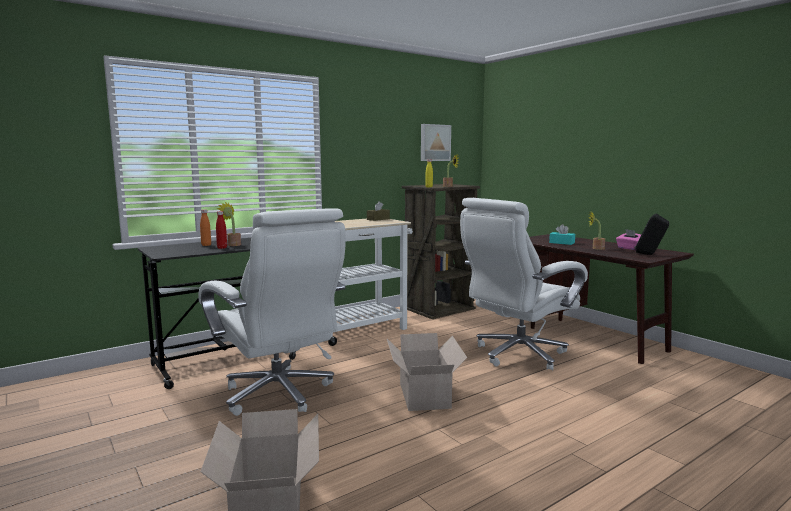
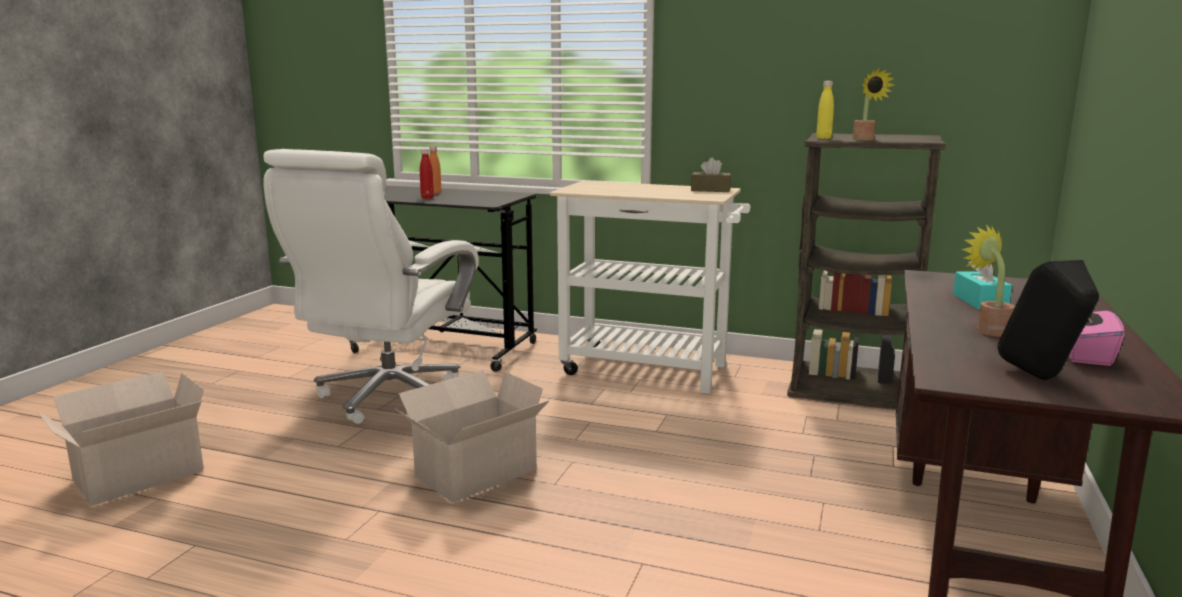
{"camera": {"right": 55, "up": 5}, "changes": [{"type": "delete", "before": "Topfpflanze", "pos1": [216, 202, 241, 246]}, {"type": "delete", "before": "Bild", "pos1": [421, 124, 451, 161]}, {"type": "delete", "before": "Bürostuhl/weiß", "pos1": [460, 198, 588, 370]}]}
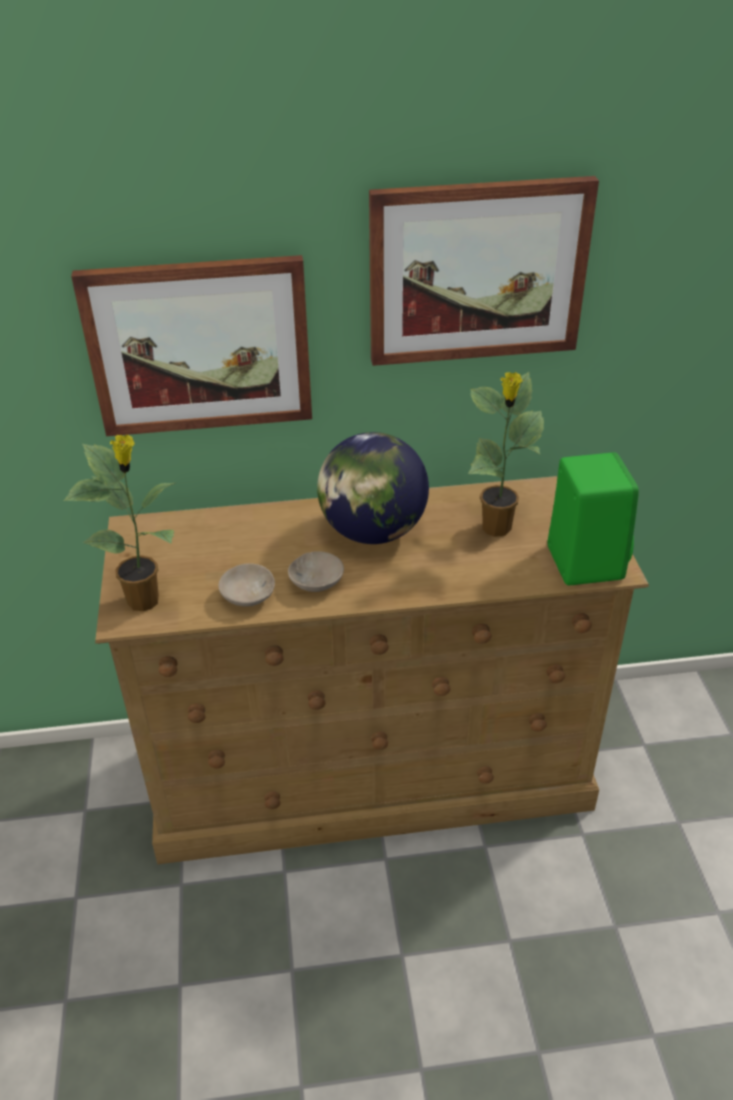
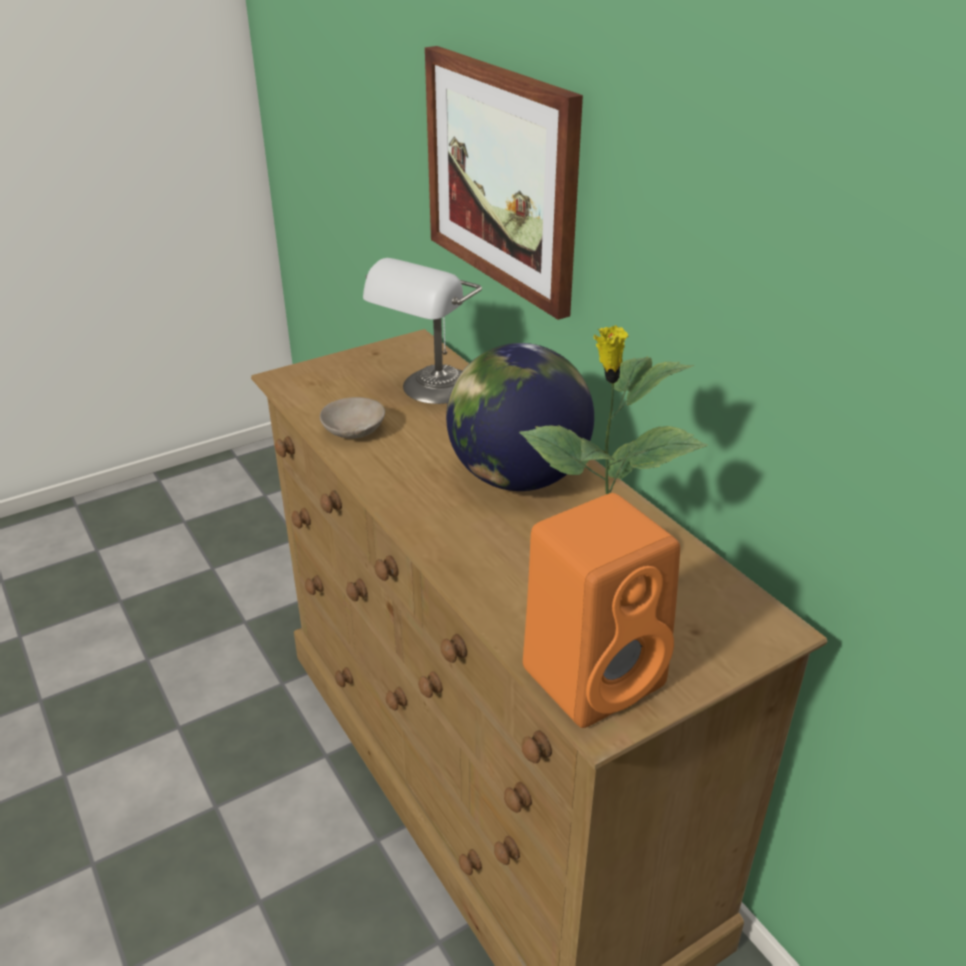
{"camera": {"right": 65, "up": -5}, "changes": [{"type": "delete", "before": "Topfpflanze", "pos1": [63, 435, 177, 611]}, {"type": "delete", "before": "Schüssel/beige", "pos1": [288, 551, 344, 592]}, {"type": "delete", "before": "Bild", "pos1": [369, 176, 599, 366]}, {"type": "recolor", "before": "Lautsprecher/grün", "after": "Lautsprecher/orange", "pos1": [547, 452, 639, 585], "pos2": [523, 493, 680, 728]}, {"type": "insert", "after": "Tischlampe/weiß", "pos2": [363, 258, 482, 404]}]}
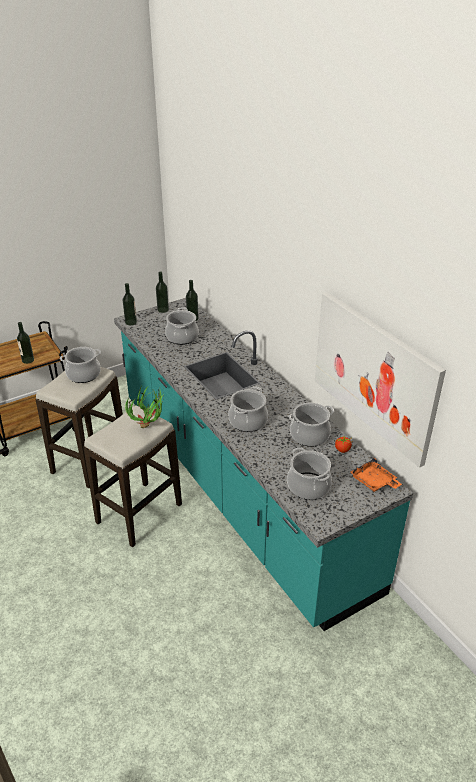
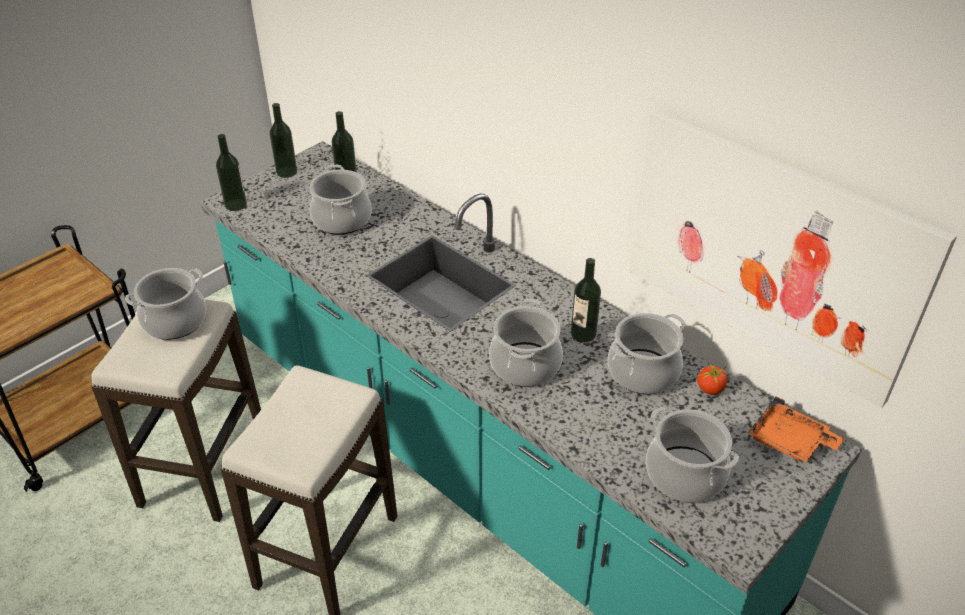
{"camera": {"right": -15, "up": 5}, "changes": [{"type": "move", "before": "Flasche", "pos1": [17, 322, 34, 364], "pos2": [571, 258, 601, 342]}, {"type": "delete", "before": "Topfpflanze", "pos1": [125, 386, 164, 428]}]}
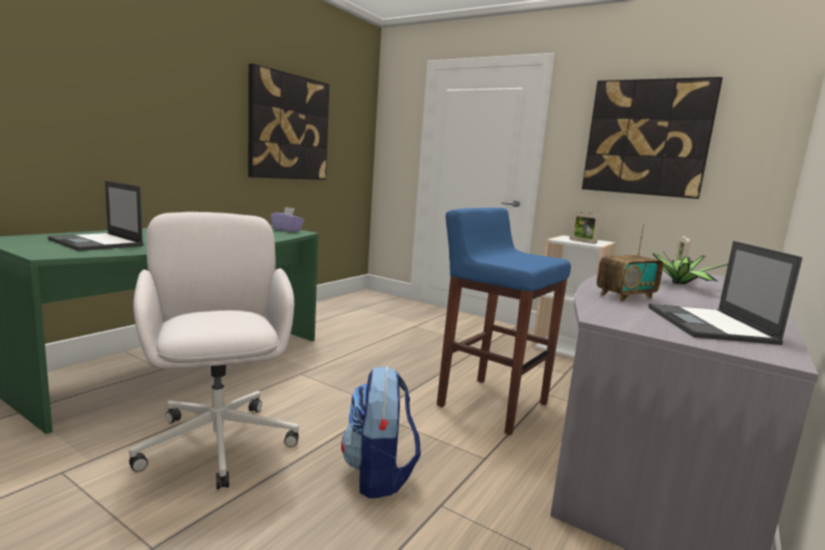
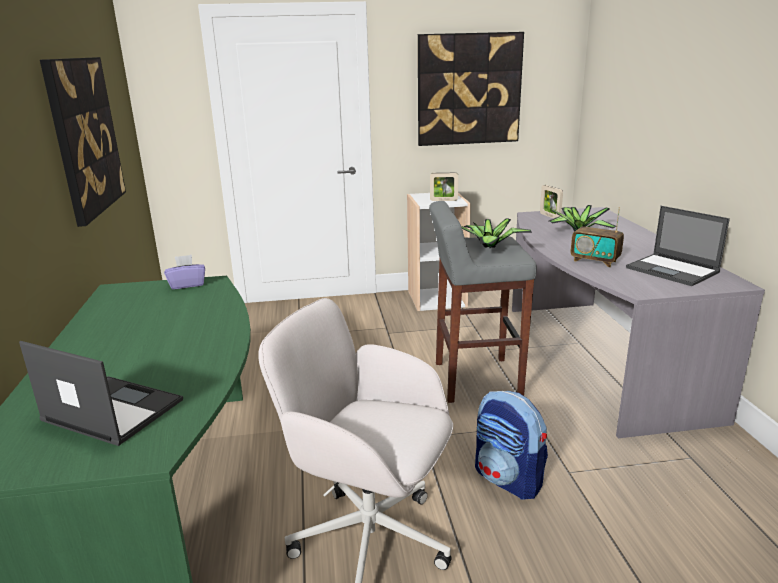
{"camera": {"right": -40, "up": 10}, "changes": [{"type": "rotate", "before": "Laptop", "pos1": [48, 181, 144, 251], "pos2": [19, 341, 183, 446], "turn": -150}, {"type": "recolor", "before": "Hocker/blau", "after": "Hocker/grau", "pos1": [437, 208, 571, 435], "pos2": [429, 201, 537, 403]}, {"type": "rotate", "before": "Radio", "pos1": [597, 224, 663, 301], "pos2": [571, 207, 624, 267], "turn": 105}, {"type": "insert", "after": "Topfpflanze", "pos2": [461, 218, 532, 248]}]}
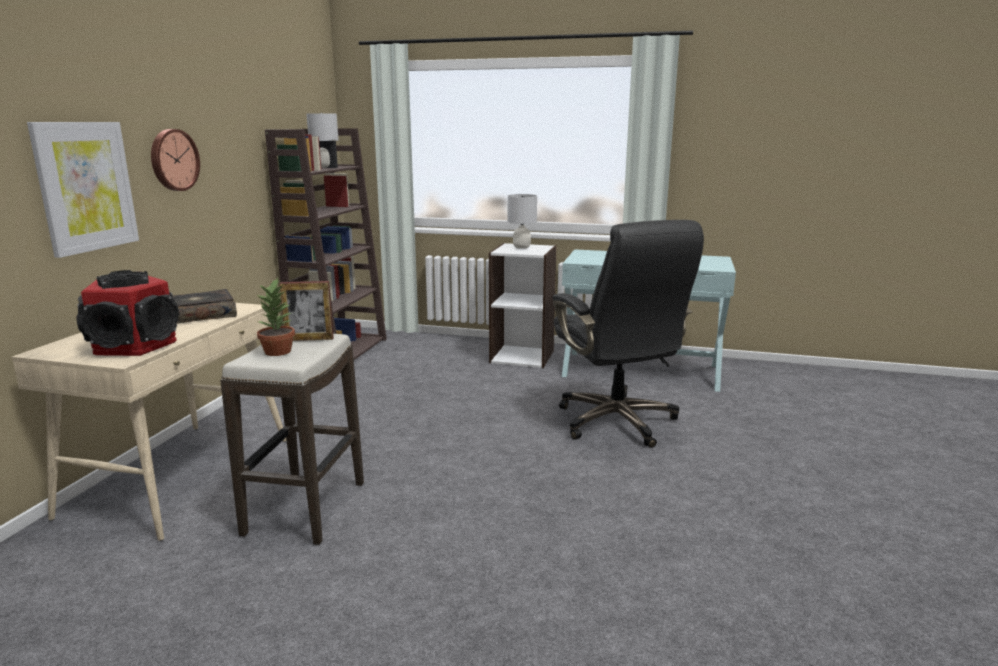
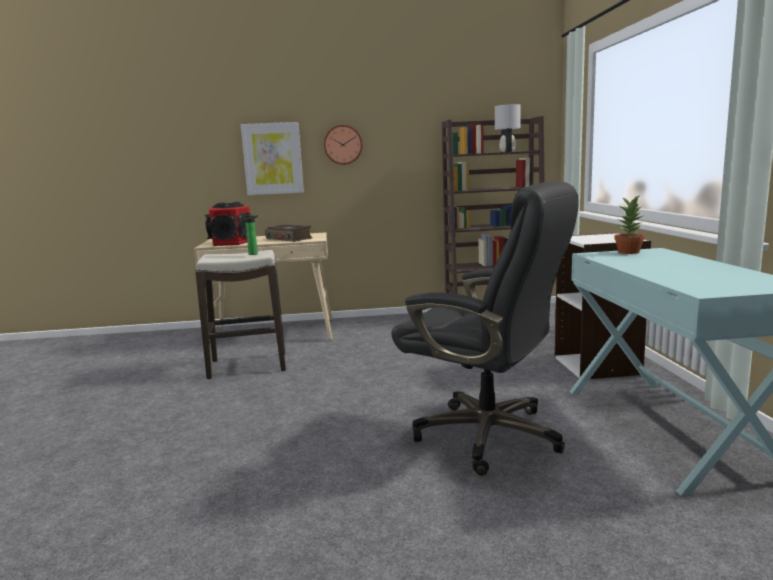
{"camera": {"right": 70, "up": -5}, "changes": [{"type": "move", "before": "Topfpflanze", "pos1": [256, 278, 295, 356], "pos2": [614, 195, 645, 254]}, {"type": "replace", "before": "Bilderrahmen", "after": "Flasche", "pos1": [280, 281, 334, 341], "pos2": [245, 215, 258, 255]}, {"type": "delete", "before": "Tischlampe/grau", "pos1": [508, 194, 537, 249]}, {"type": "rotate", "before": "Bürostuhl/schwarz", "pos1": [553, 220, 704, 448], "pos2": [391, 181, 579, 476], "turn": -105}]}
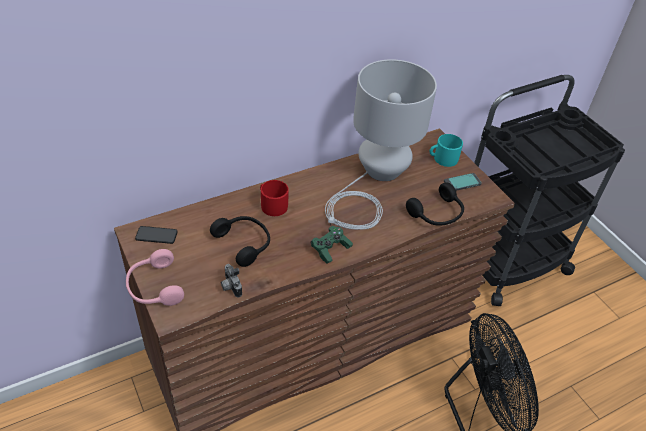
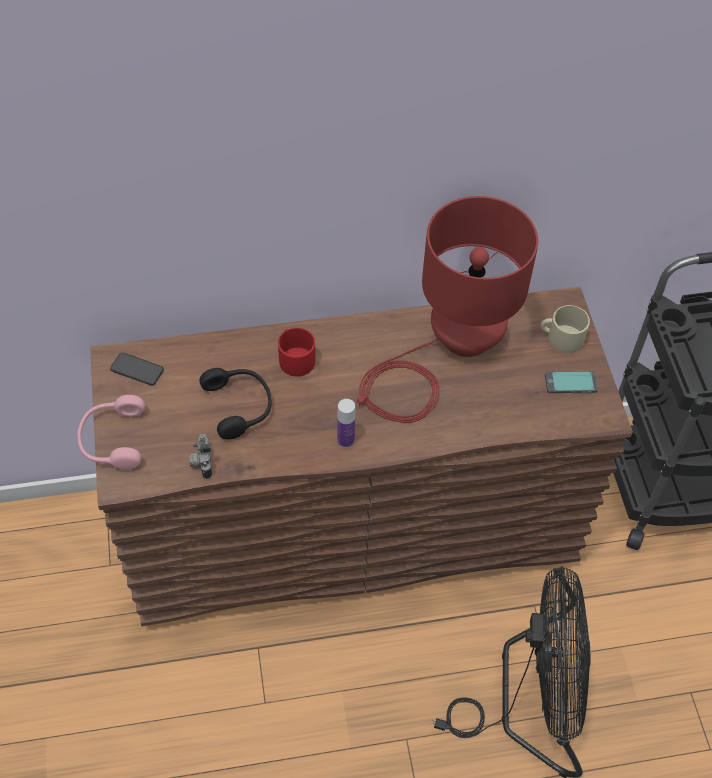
{"camera": {"right": 20, "up": 10}, "changes": [{"type": "replace", "before": "Gamepad/grün", "after": "Flasche", "pos1": [311, 226, 353, 264], "pos2": [337, 399, 355, 448]}, {"type": "recolor", "before": "Tischlampe/grau", "after": "Tischlampe/rot", "pos1": [325, 59, 437, 230], "pos2": [357, 196, 538, 423]}, {"type": "delete", "before": "Kopfhörer/schwarz", "pos1": [406, 182, 464, 226]}, {"type": "recolor", "before": "Henkelbecher/türkis", "after": "Henkelbecher/beige", "pos1": [429, 134, 463, 167], "pos2": [541, 305, 590, 353]}]}
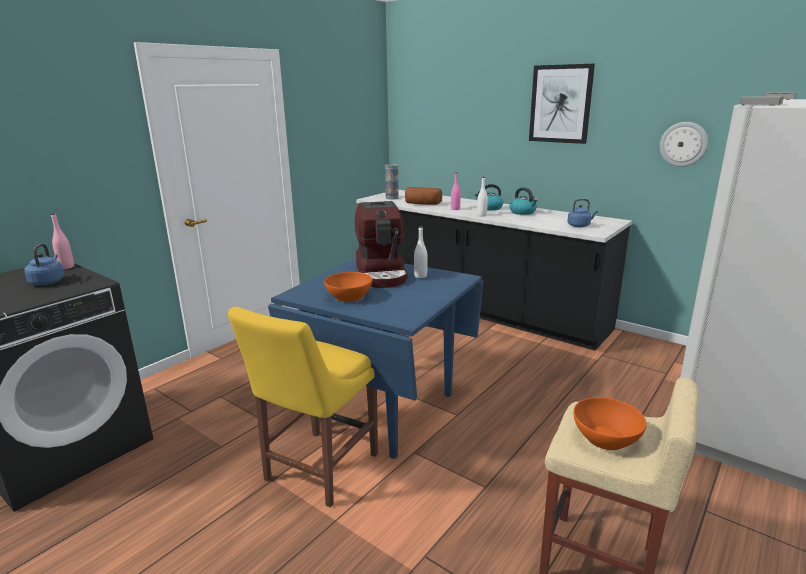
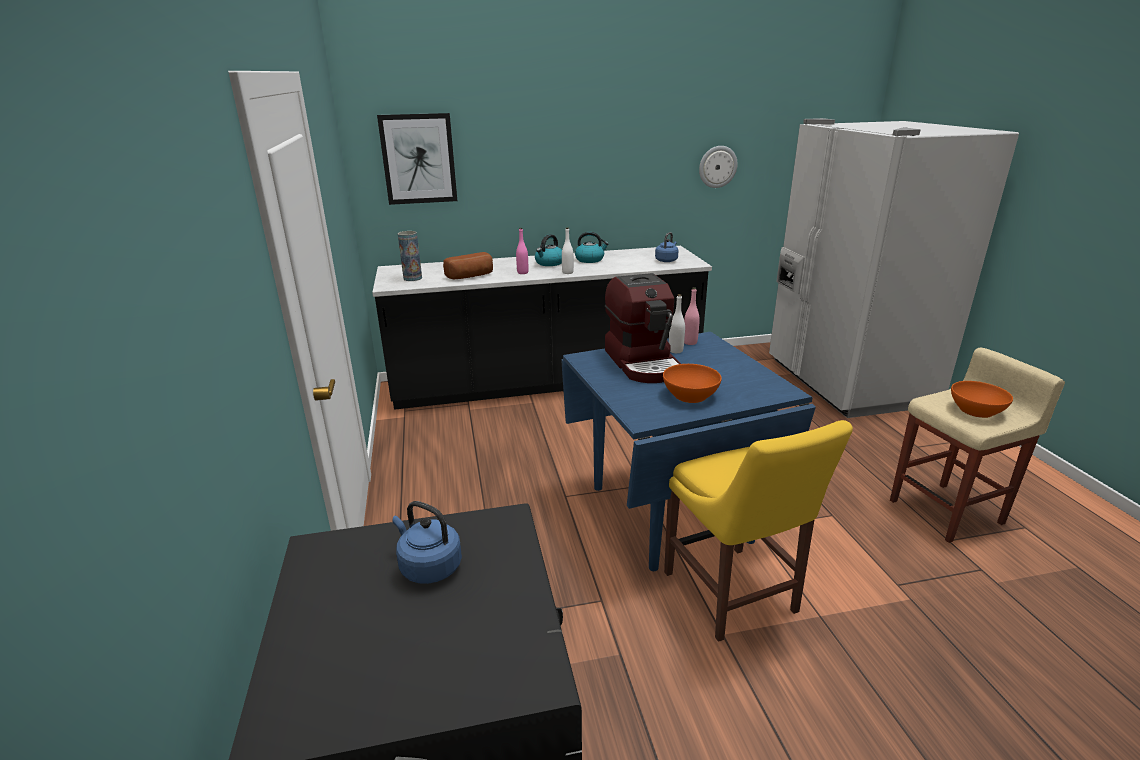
{"camera": {"right": -50, "up": 5}, "changes": [{"type": "move", "before": "Flasche/rosa", "pos1": [51, 213, 74, 269], "pos2": [684, 287, 700, 345]}, {"type": "rotate", "before": "Kaffeemaschine", "pos1": [355, 201, 408, 288], "pos2": [605, 273, 681, 383], "turn": 45}, {"type": "move", "before": "Bild", "pos1": [529, 64, 595, 144], "pos2": [377, 113, 457, 205]}]}
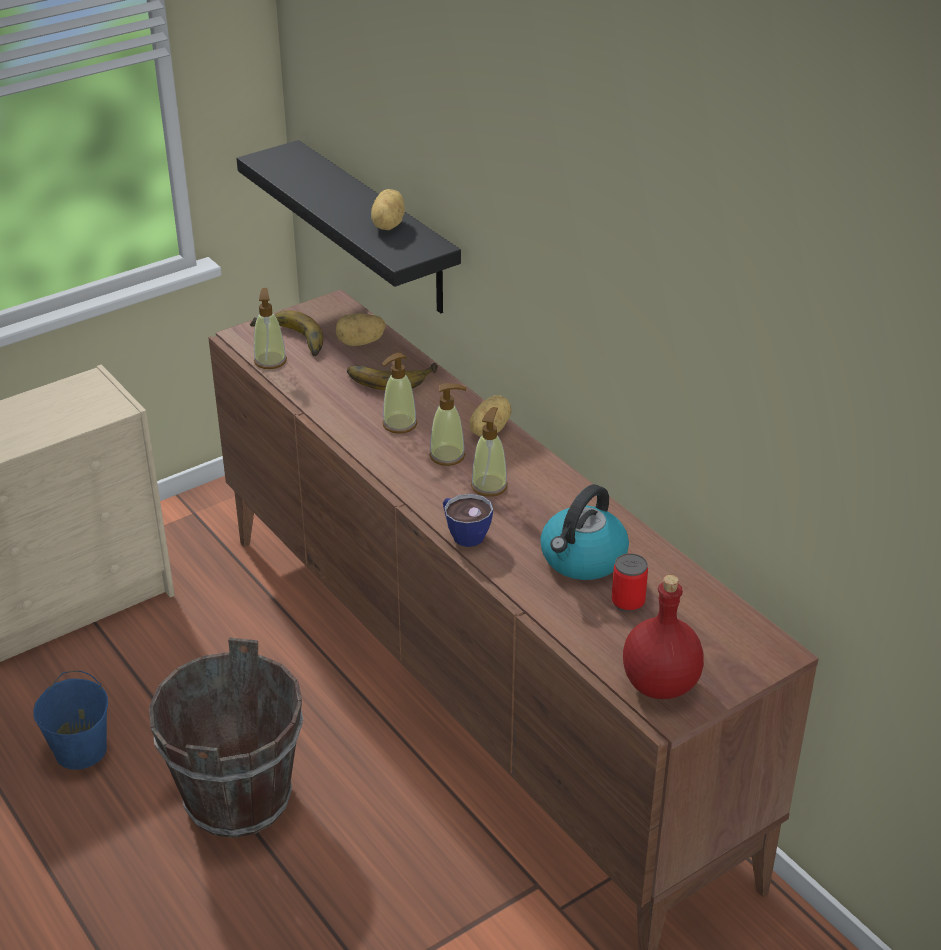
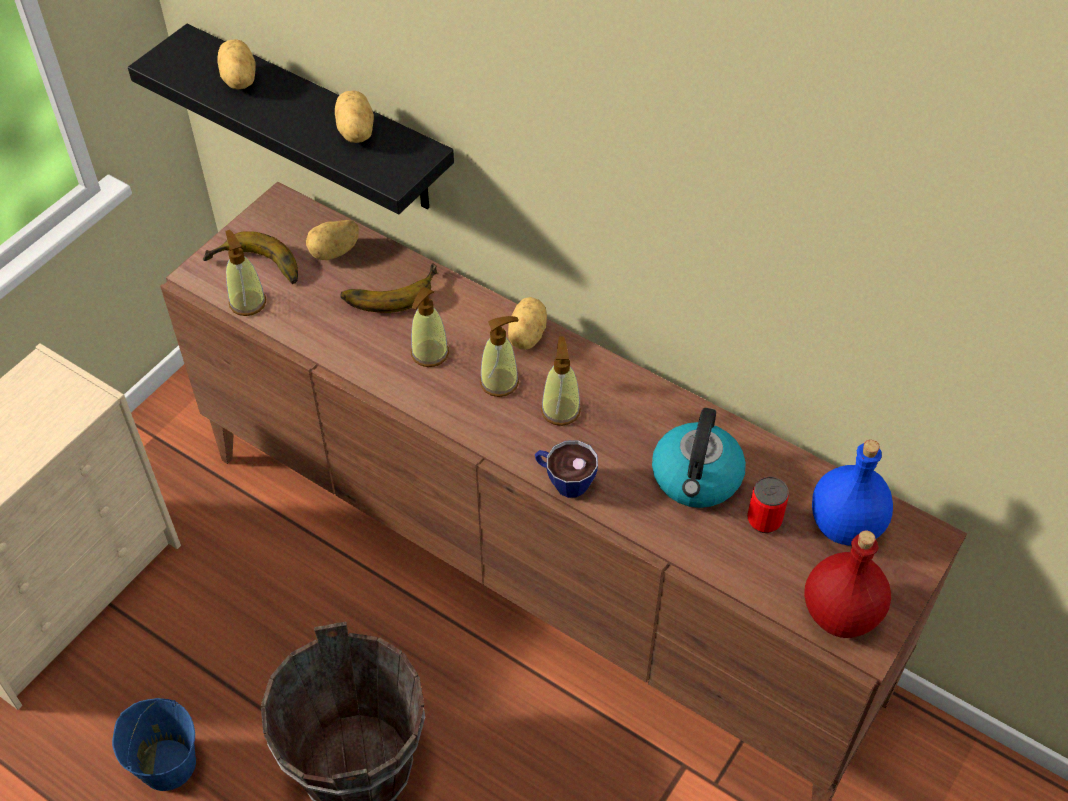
{"camera": {"right": -20, "up": 15}, "changes": [{"type": "insert", "after": "Kartoffel", "pos2": [218, 39, 256, 89]}, {"type": "insert", "after": "Flasche/blau", "pos2": [812, 440, 893, 546]}]}
